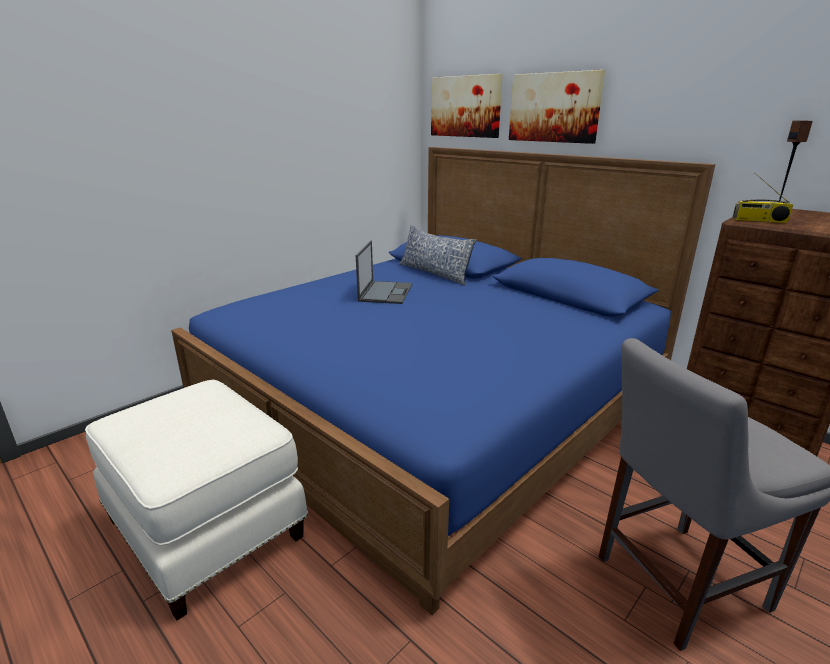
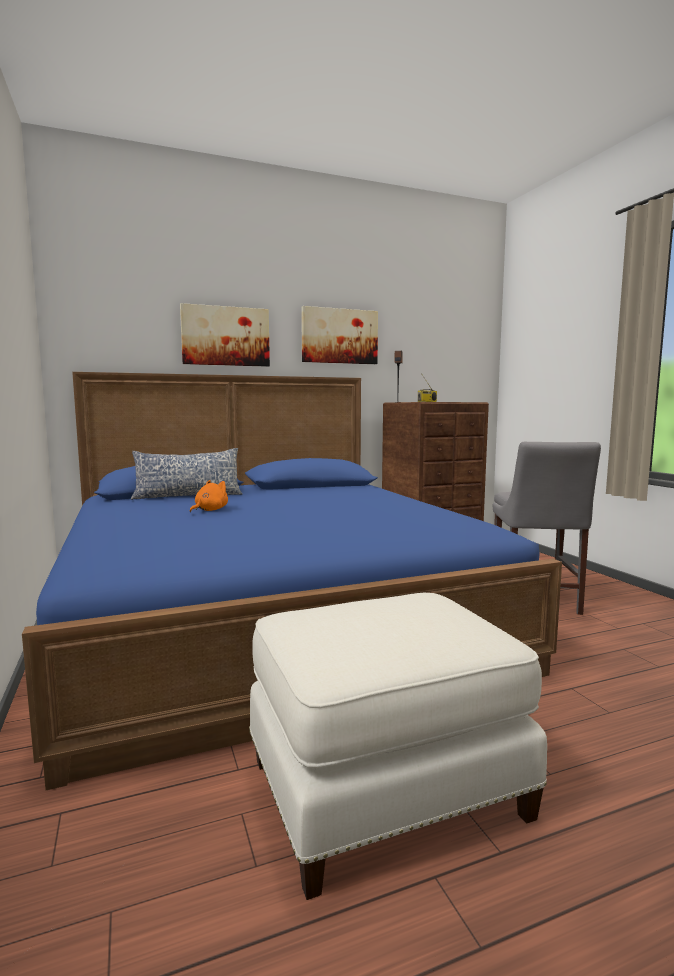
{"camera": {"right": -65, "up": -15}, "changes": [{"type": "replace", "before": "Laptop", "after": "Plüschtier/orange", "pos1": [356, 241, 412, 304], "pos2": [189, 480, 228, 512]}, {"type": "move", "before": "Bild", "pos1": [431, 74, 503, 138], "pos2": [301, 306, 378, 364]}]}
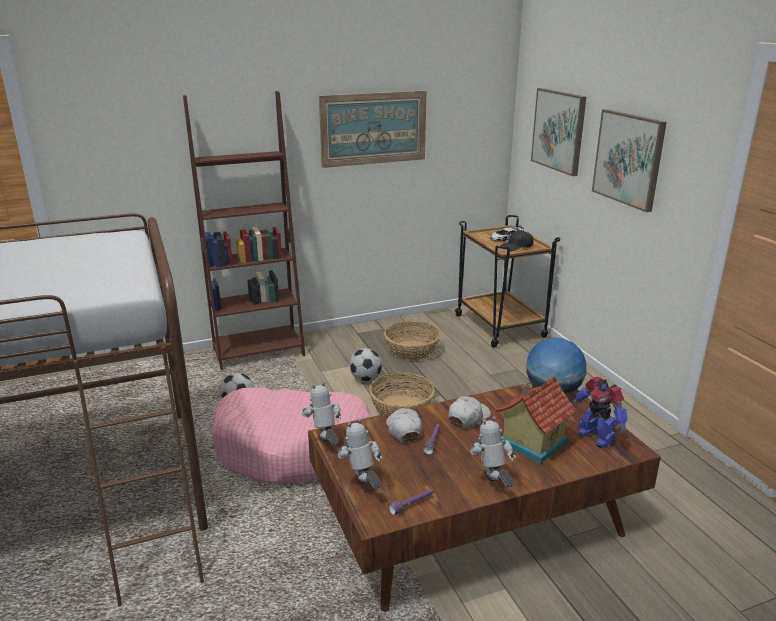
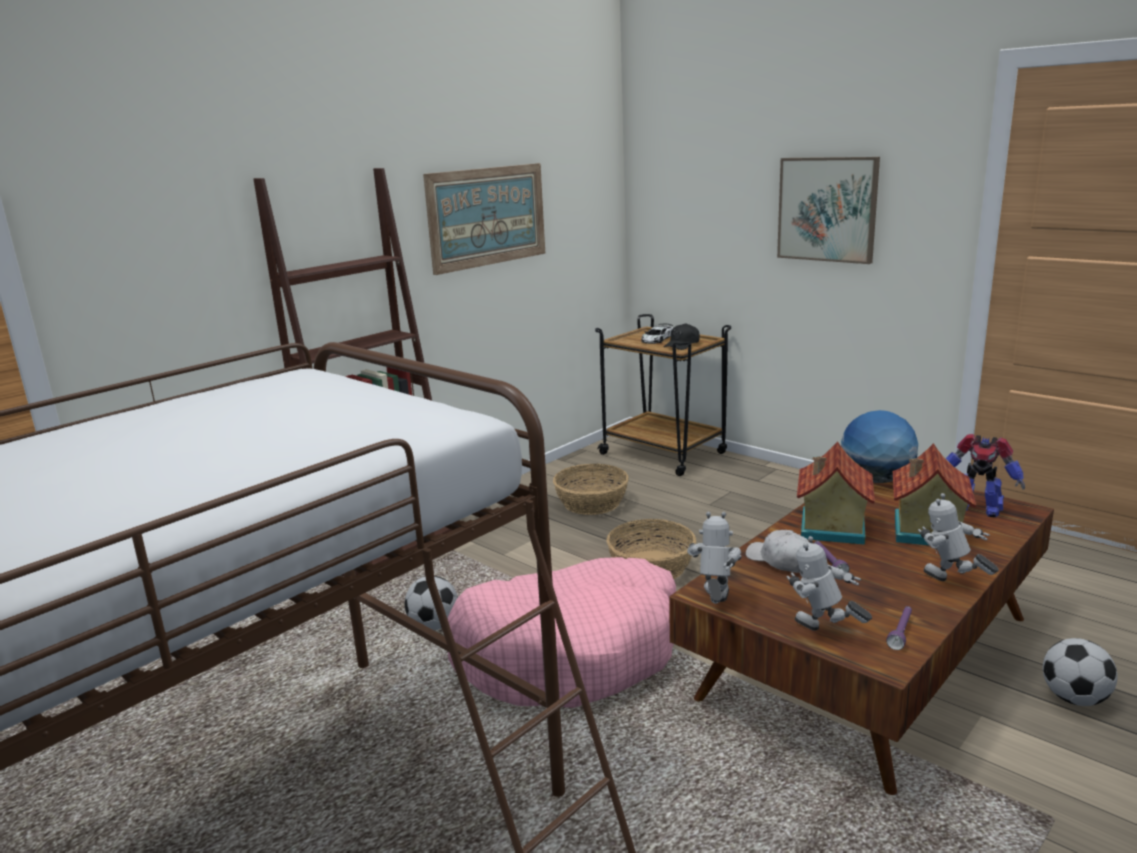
{"camera": {"right": -25, "up": -5}, "changes": [{"type": "rotate", "before": "Spielzeugroboter", "pos1": [302, 381, 341, 446], "pos2": [687, 512, 742, 604], "turn": 60}, {"type": "move", "before": "Fußball", "pos1": [350, 348, 382, 381], "pos2": [1043, 638, 1118, 706]}, {"type": "replace", "before": "Kappe/weiß", "after": "Spielzeughaus", "pos1": [448, 397, 491, 428], "pos2": [797, 441, 875, 545]}, {"type": "delete", "before": "Bild", "pos1": [531, 88, 586, 176]}]}
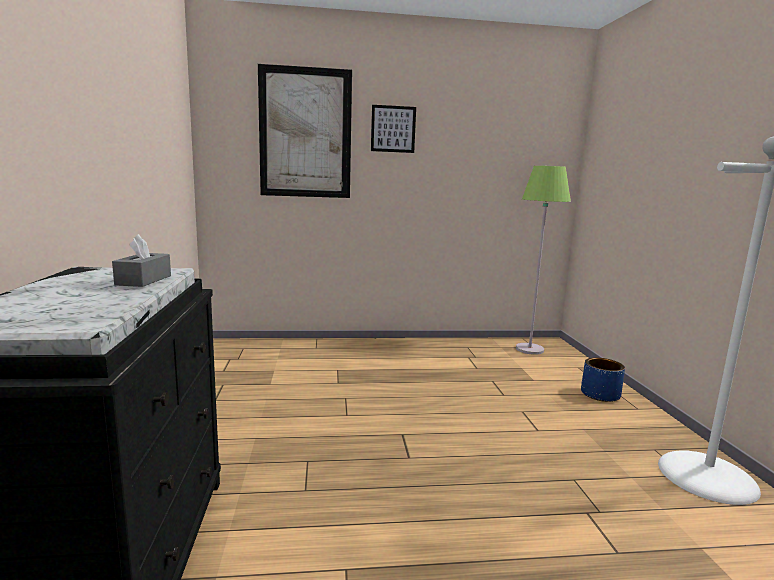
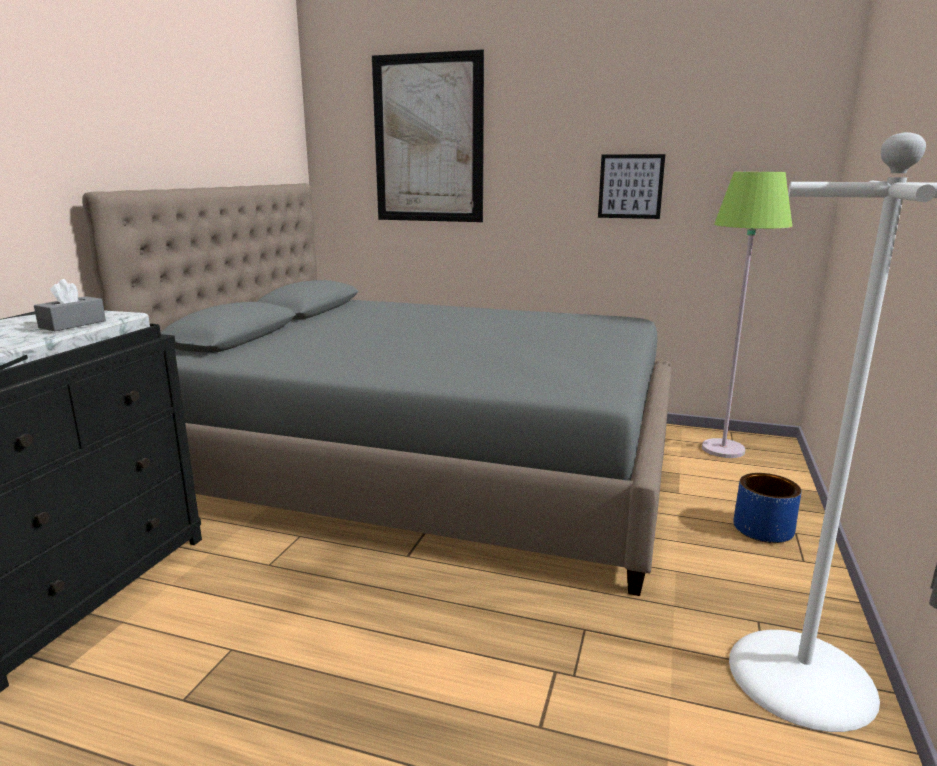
{"camera": {"right": 25, "up": 5}, "changes": [{"type": "move", "before": "Bild", "pos1": [371, 105, 416, 153], "pos2": [598, 154, 665, 219]}, {"type": "insert", "after": "Bett/grau", "pos2": [82, 183, 672, 596]}]}
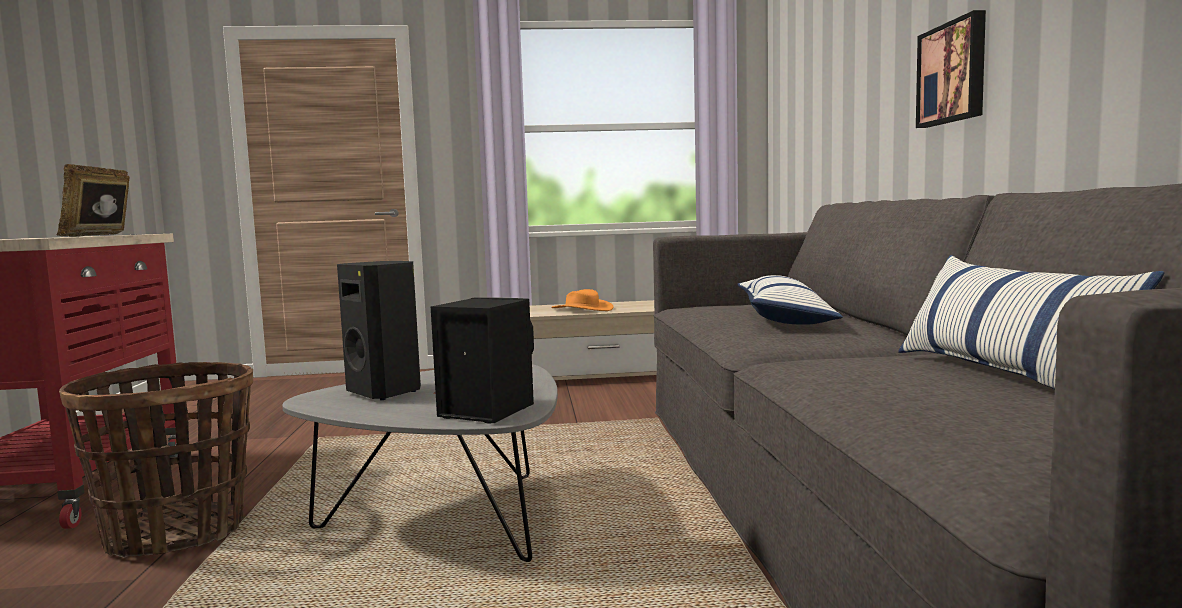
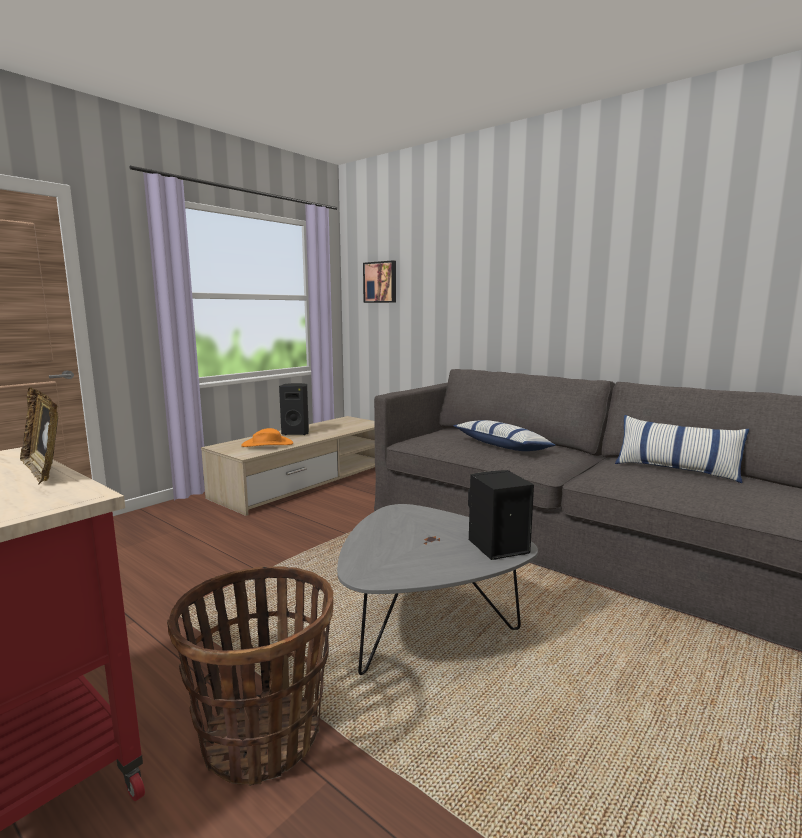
{"camera": {"right": -45, "up": 5}, "changes": [{"type": "move", "before": "Lautsprecher/schwarz", "pos1": [337, 261, 421, 400], "pos2": [279, 383, 309, 435]}, {"type": "move", "before": "Bild", "pos1": [916, 10, 986, 128], "pos2": [363, 260, 396, 303]}]}
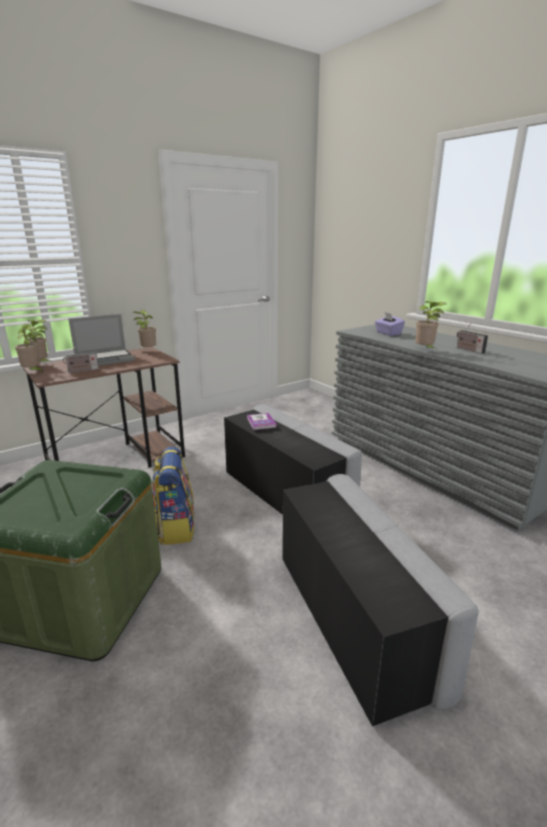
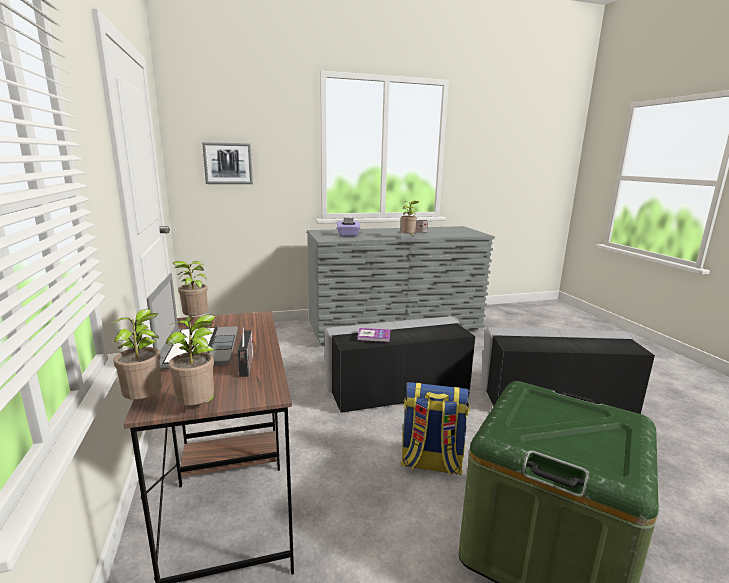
{"camera": {"right": -70, "up": -5}, "changes": [{"type": "insert", "after": "Bild", "pos2": [202, 142, 253, 184]}]}
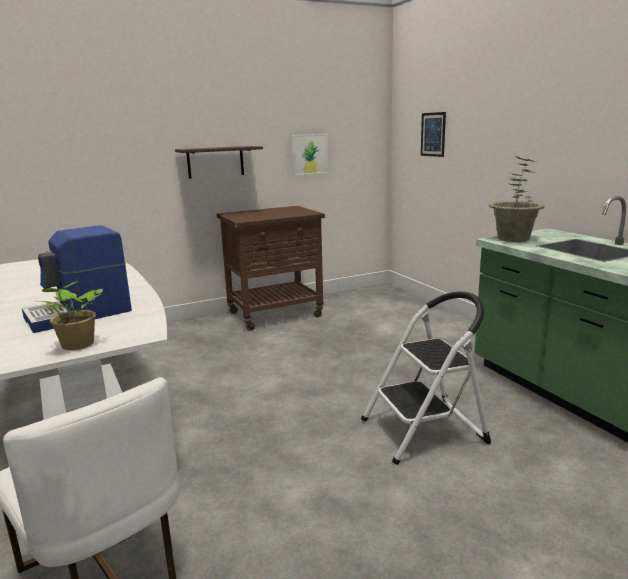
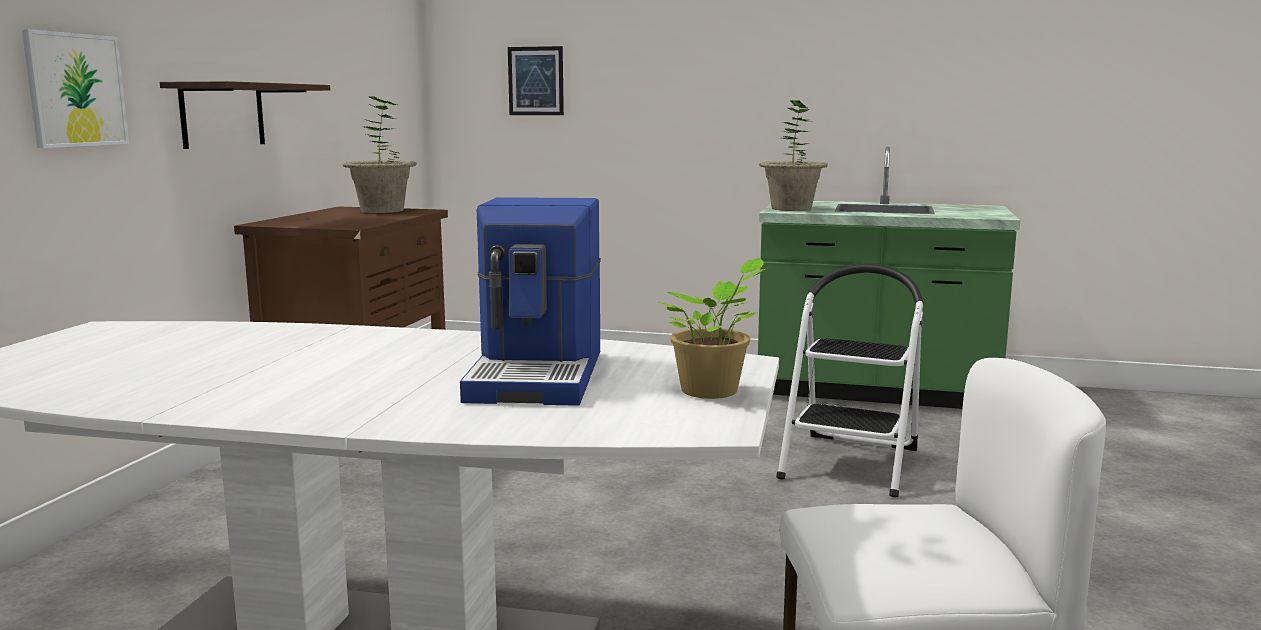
{"camera": {"right": -50, "up": -5}, "changes": [{"type": "move", "before": "Bild", "pos1": [291, 134, 328, 175], "pos2": [22, 29, 129, 148]}, {"type": "insert", "after": "Topfpflanze", "pos2": [342, 97, 417, 213]}]}
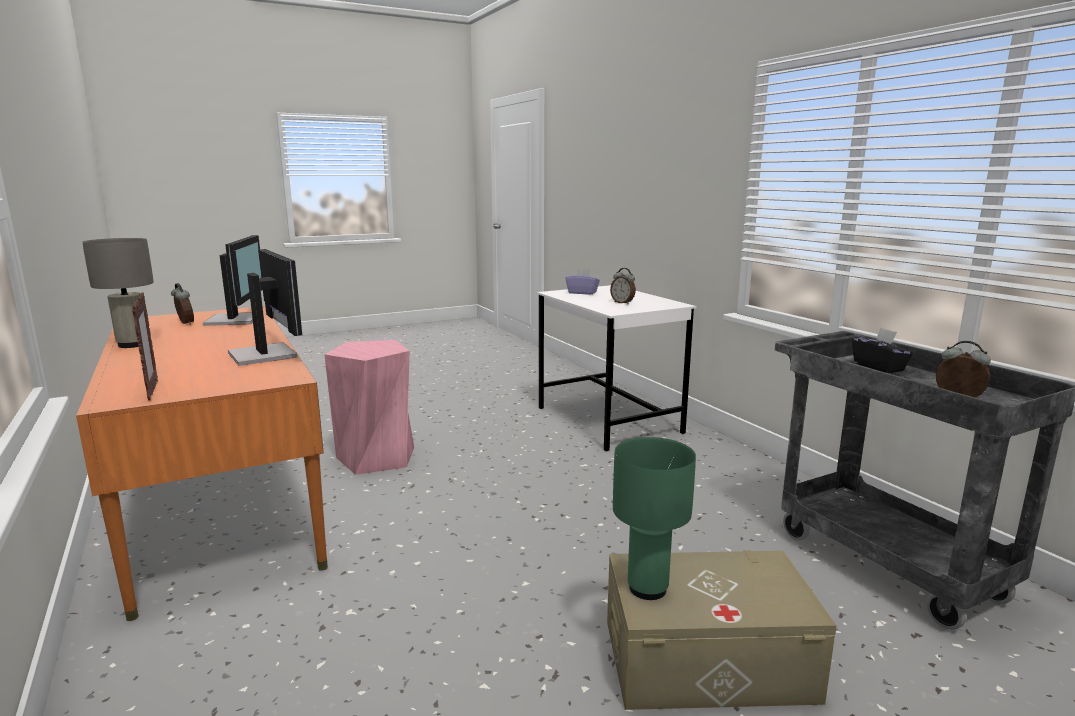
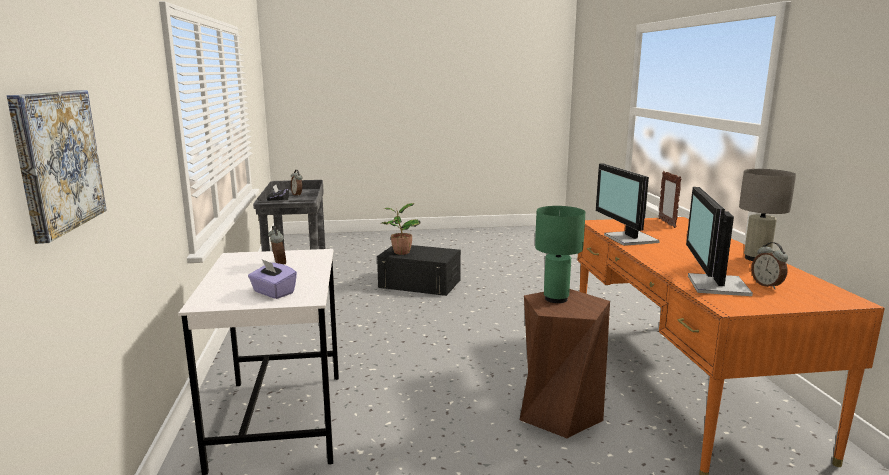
{"camera": {"right": -160, "up": 0}, "changes": [{"type": "recolor", "before": "Hocker/rosa", "after": "Hocker/braun", "pos1": [324, 340, 414, 475], "pos2": [520, 289, 610, 438]}, {"type": "recolor", "before": "Aufbewahrungsbox/beige", "after": "Aufbewahrungsbox/schwarz", "pos1": [607, 550, 836, 710], "pos2": [377, 245, 461, 296]}, {"type": "move", "before": "Tischlampe/grün", "pos1": [613, 437, 696, 600], "pos2": [535, 206, 585, 303]}, {"type": "insert", "after": "Bild", "pos2": [7, 90, 107, 244]}, {"type": "insert", "after": "Topfpflanze", "pos2": [381, 203, 421, 255]}]}
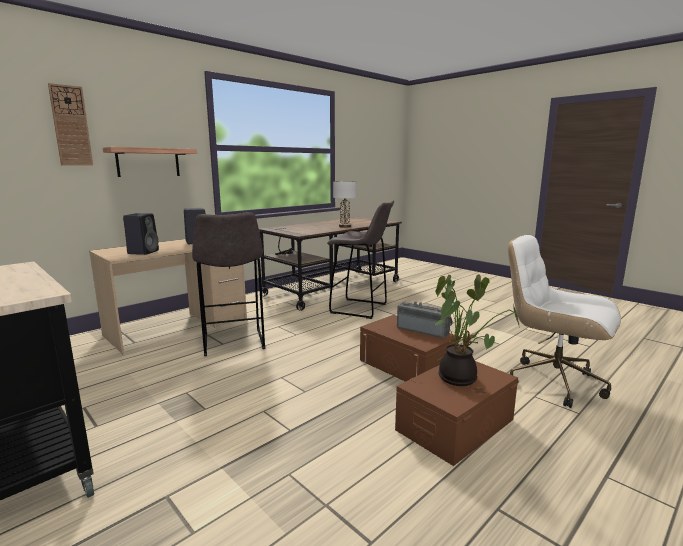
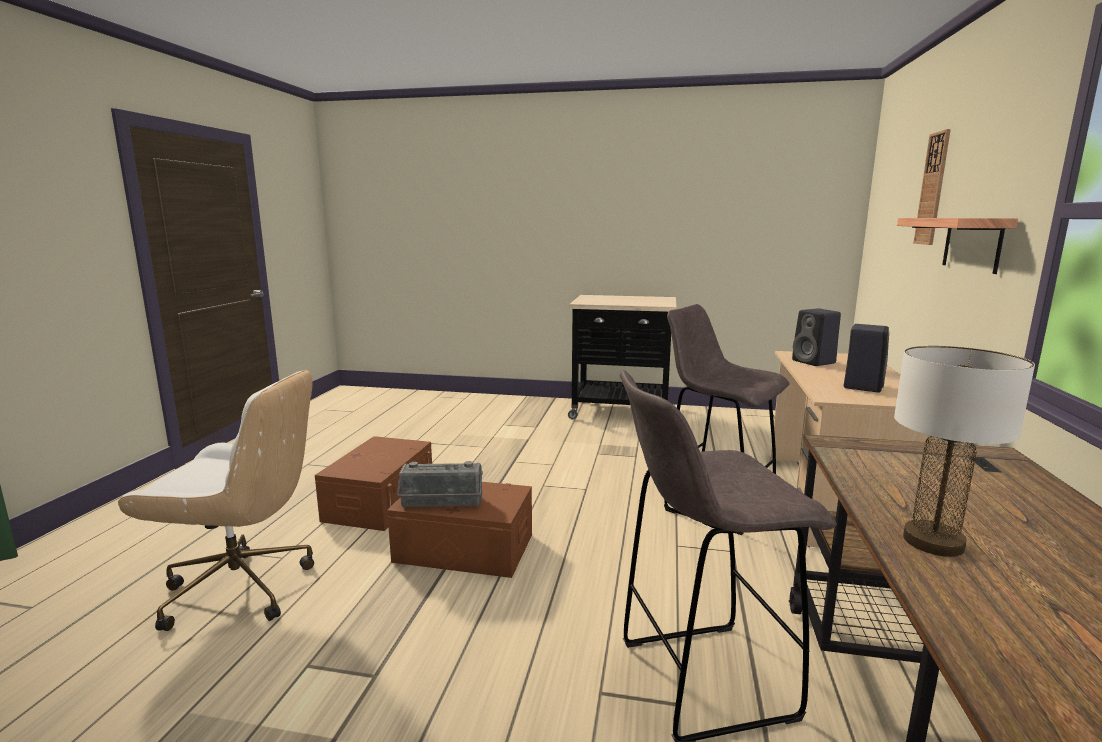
{"camera": {"right": 145, "up": 0}, "changes": [{"type": "delete", "before": "Topfpflanze", "pos1": [434, 274, 520, 386]}]}
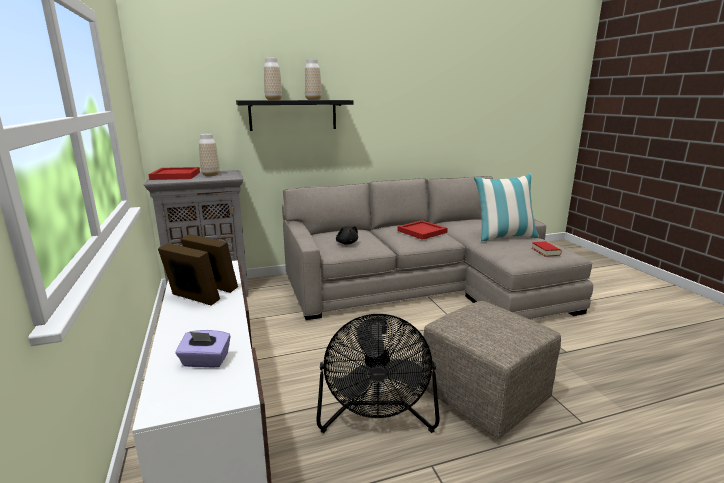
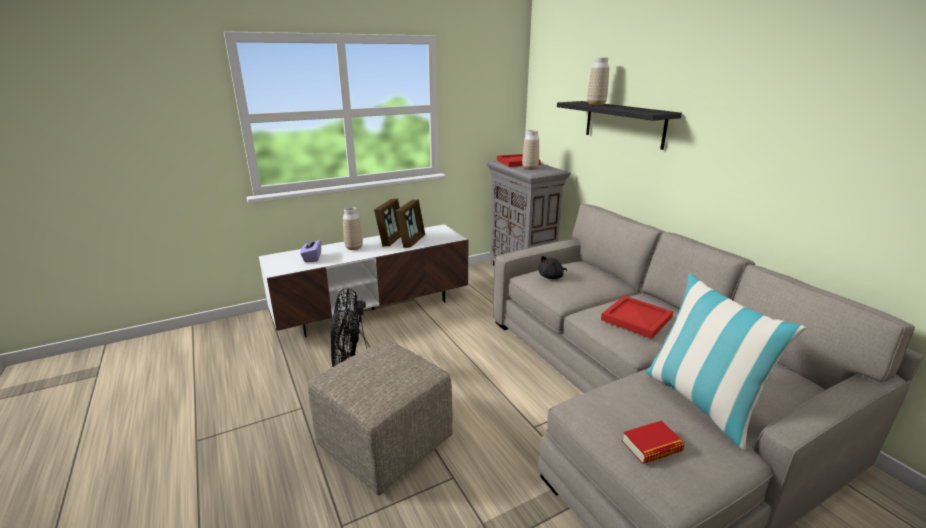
{"camera": {"right": 80, "up": 5}, "changes": [{"type": "move", "before": "Vase", "pos1": [305, 59, 322, 100], "pos2": [343, 207, 363, 250]}]}
